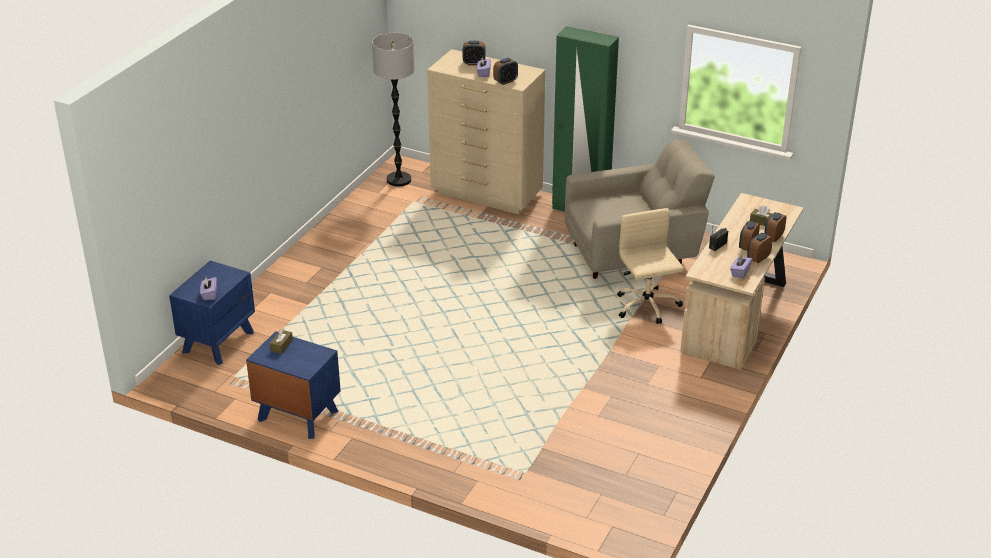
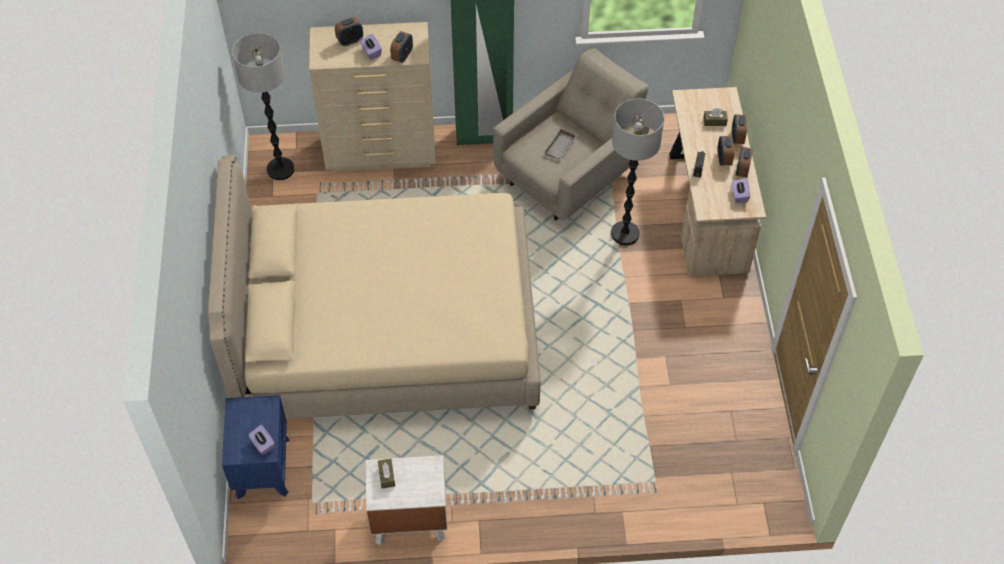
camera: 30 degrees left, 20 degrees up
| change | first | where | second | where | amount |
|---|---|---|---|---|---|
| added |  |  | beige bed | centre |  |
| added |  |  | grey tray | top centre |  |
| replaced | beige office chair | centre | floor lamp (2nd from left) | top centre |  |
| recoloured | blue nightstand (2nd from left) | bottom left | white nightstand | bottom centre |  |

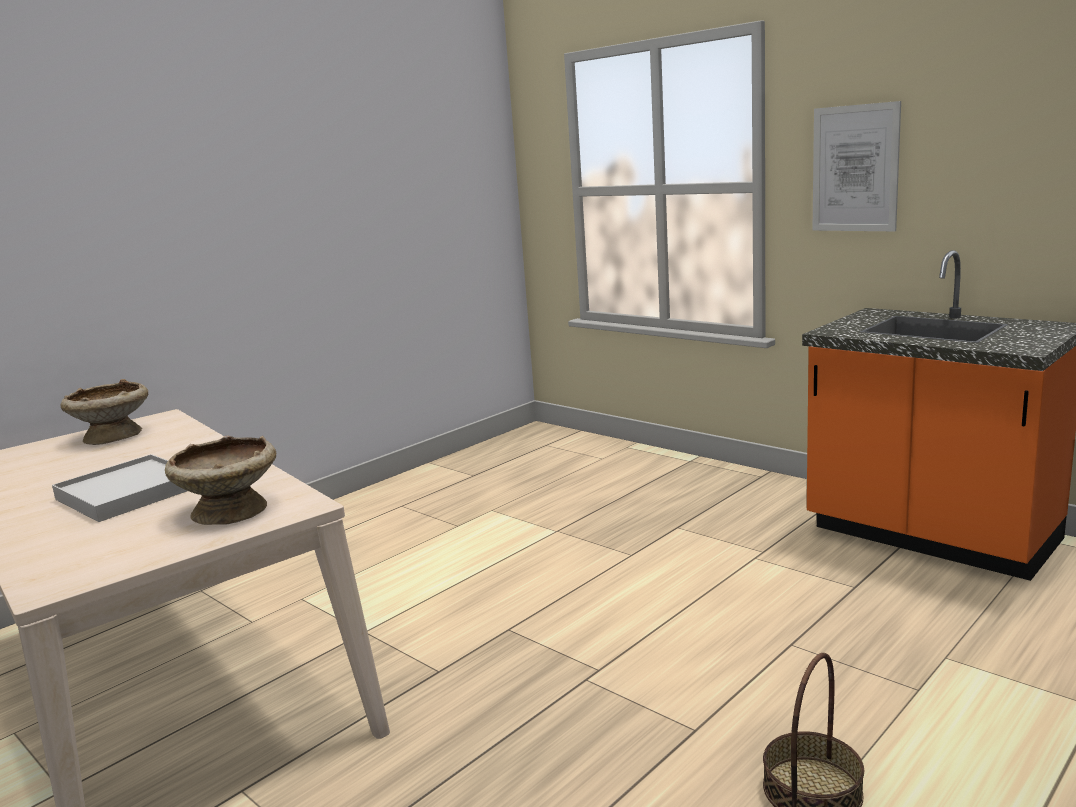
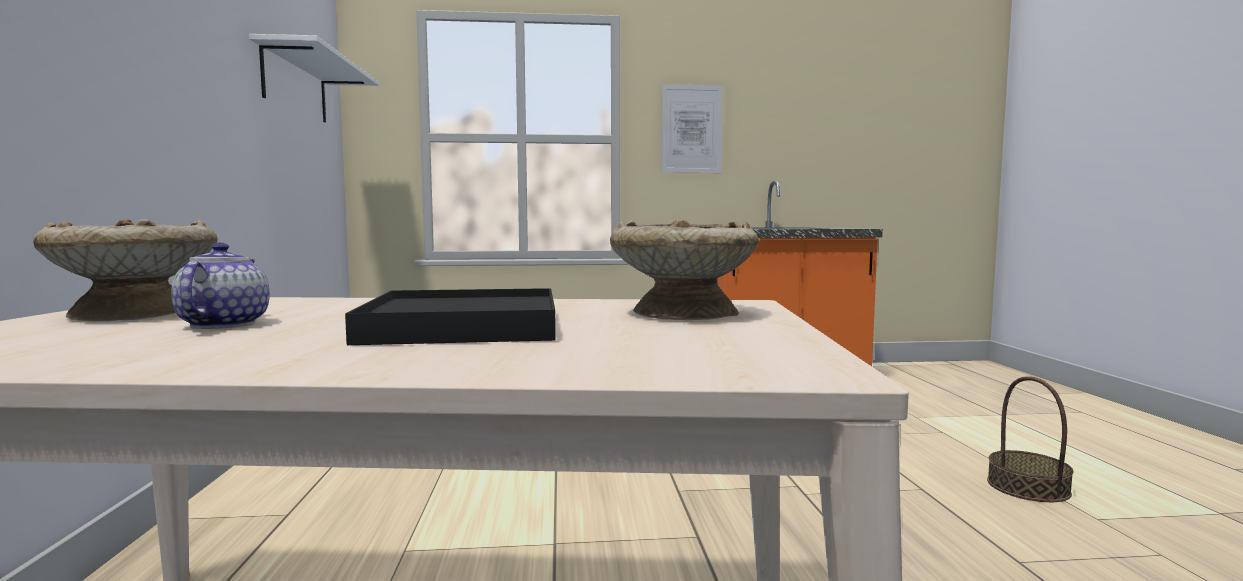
camera: 50 degrees left, 10 degrees down
| change | first | where | second | where | amount |
|---|---|---|---|---|---|
| added |  |  | teapot | middle left |  |
| added |  |  | white shelf | top left |  |
| recoloured | white tray | middle left | black tray | centre |  |

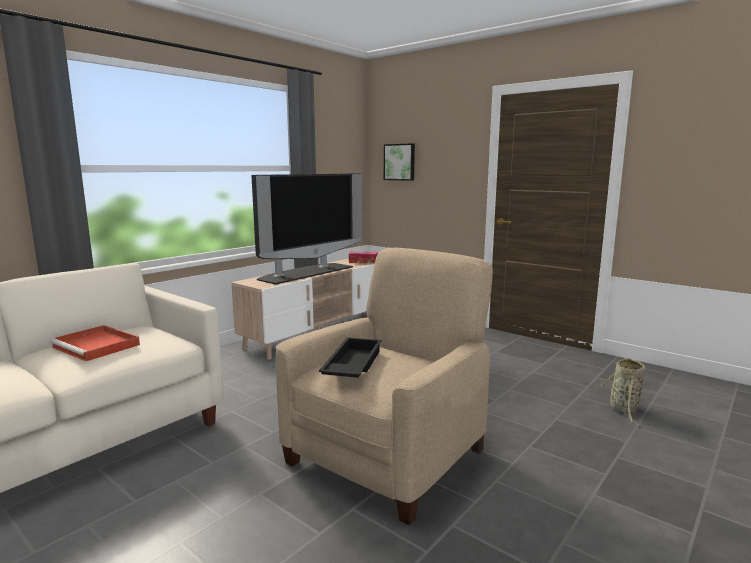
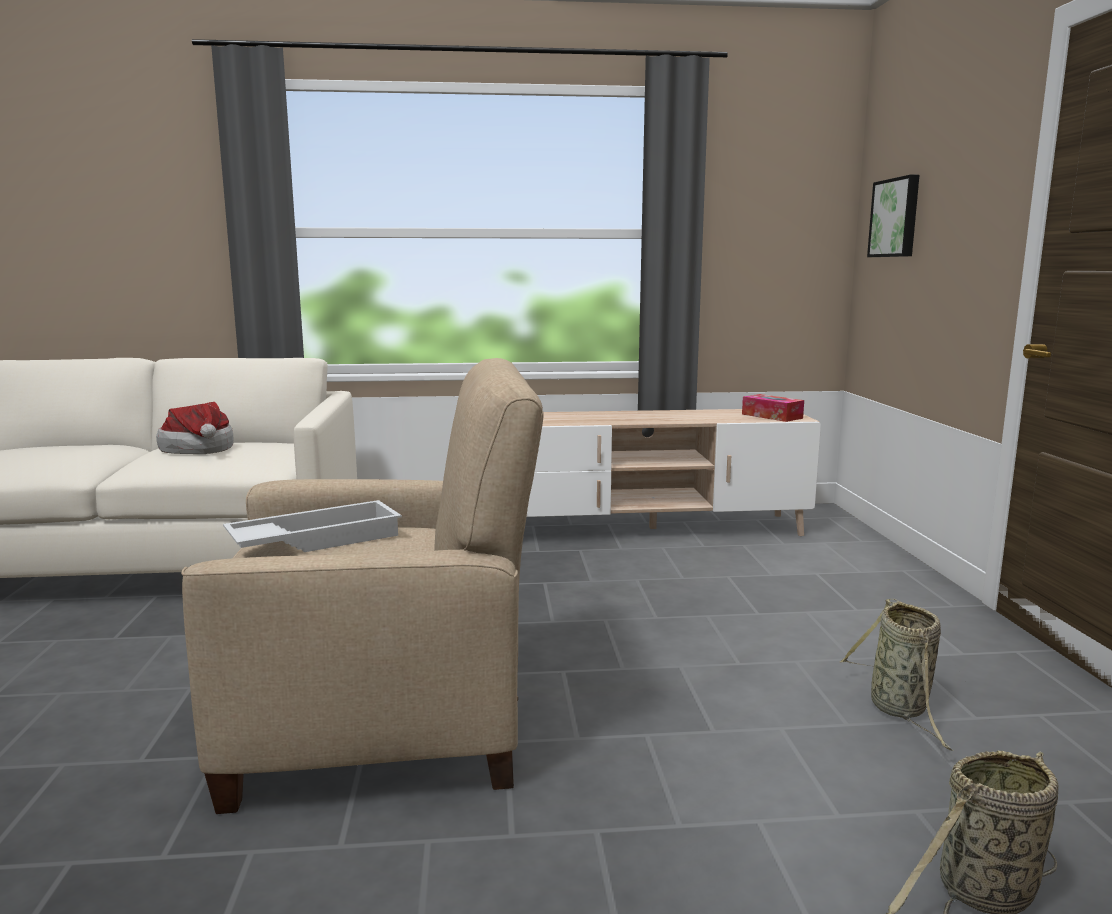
camera: 45 degrees right, 0 degrees up
| change | first | where | second | where | amount |
|---|---|---|---|---|---|
| removed | television | centre |  |  |  |
| added |  |  | basket (1st from left) | bottom right |  |
| replaced | red tray | middle left | hat | middle left |  |
| recoloured | black tray | centre | white tray | middle left |  |

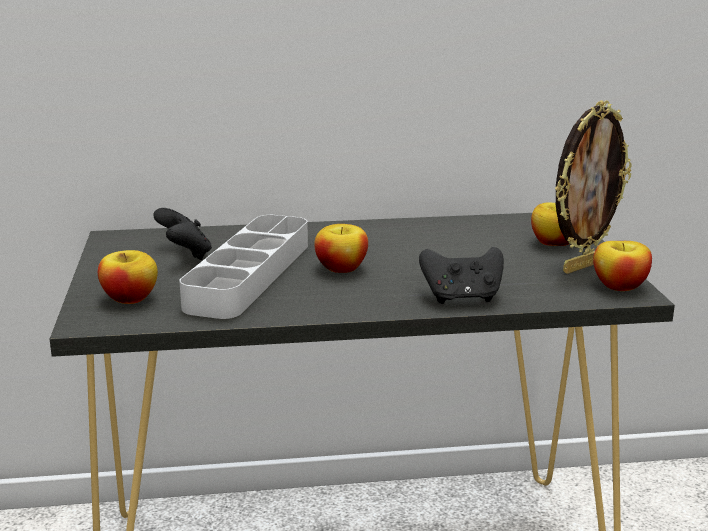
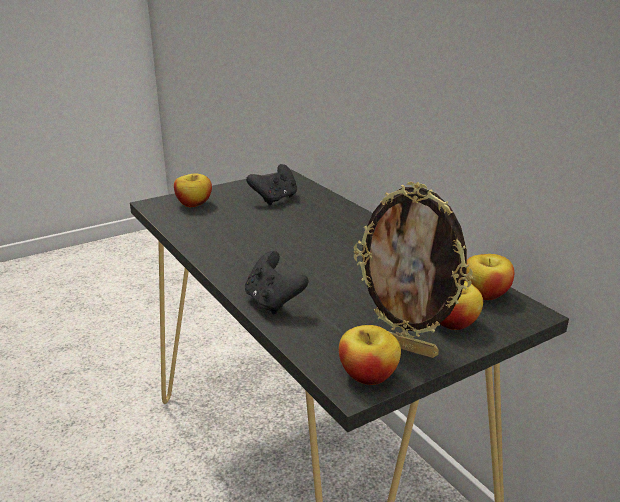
camera: 65 degrees right, 5 degrees up
| change | first | where | second | where | amount |
|---|---|---|---|---|---|
| removed | grey tray | centre |  |  |  |
| moved | apple (2nd from left in the first image) | centre | apple (4th from left) | middle right |  |

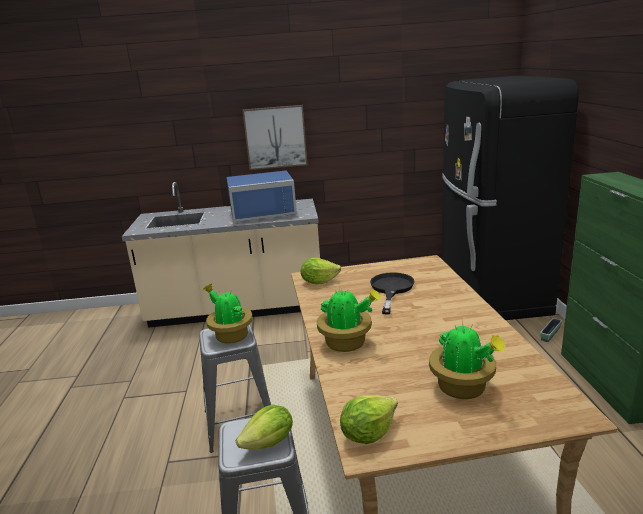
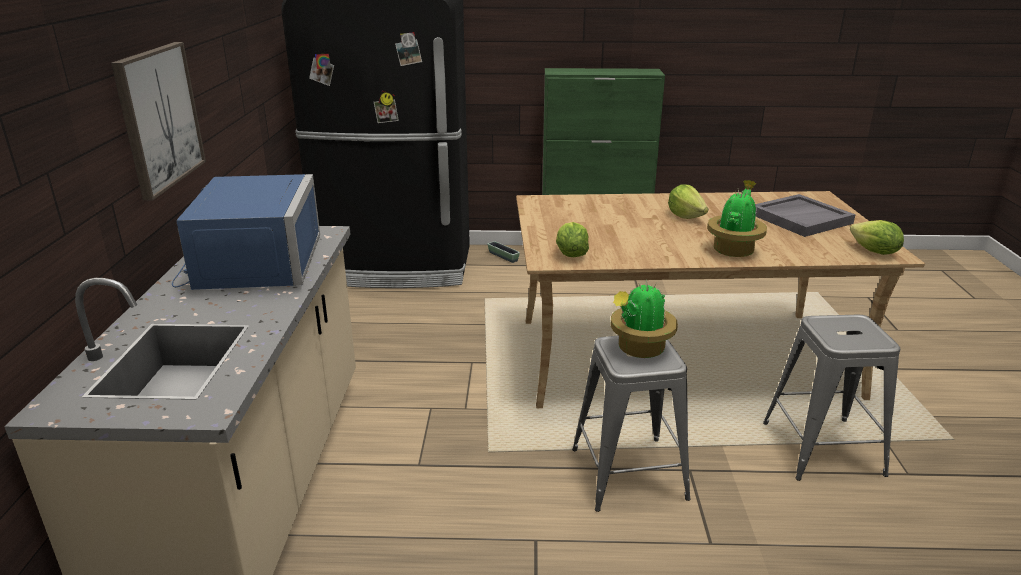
camera: 85 degrees left, 5 degrees up
| change | first | where | second | where | amount |
|---|---|---|---|---|---|
| removed | black frying pan | centre |  |  |  |
| moved | lettuce (1st from left in the first image) | bottom centre | lettuce (2nd from left) | middle right |  |
| replaced | potted plant (3rd from left) | bottom right | grey tray | middle right |  |

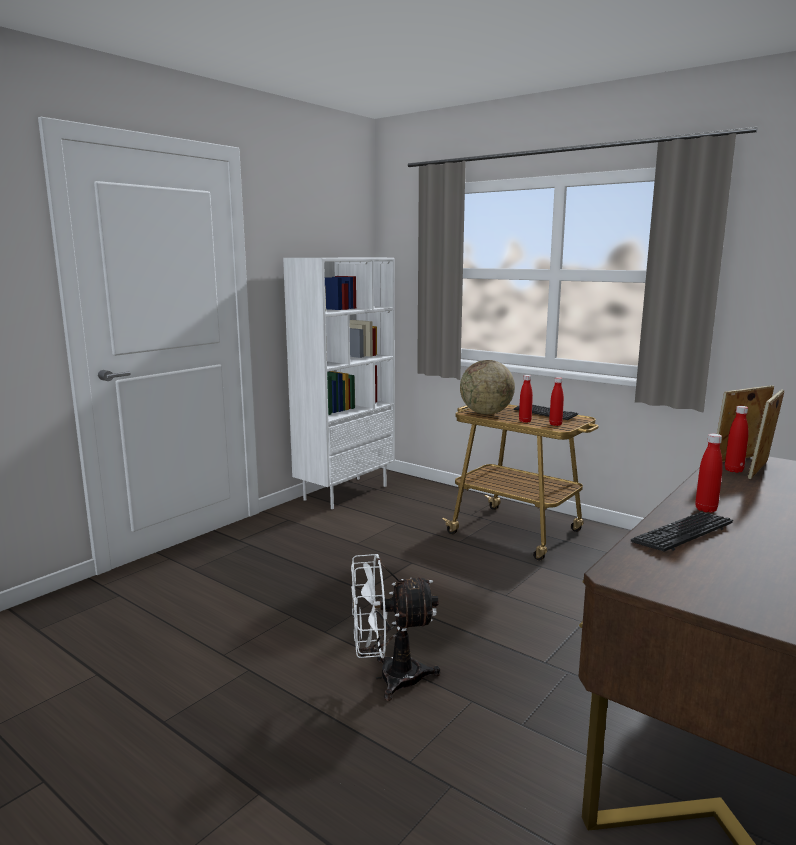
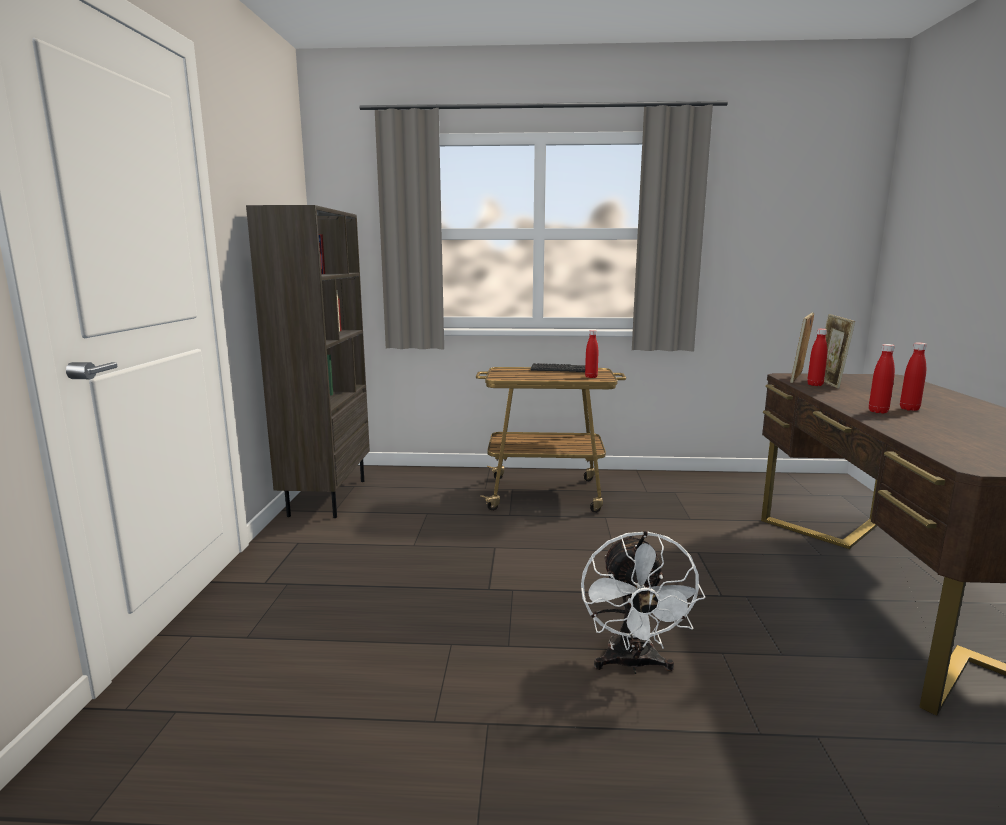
camera: 35 degrees left, 0 degrees up
| change | first | where | second | where | amount |
|---|---|---|---|---|---|
| removed | globe | centre |  |  |  |
| removed | keyboard (2nd from left) | middle right |  |  |  |
| moved | red bottle (1st from left in the first image) | centre | red bottle (4th from left) | middle right |  |
| recoloured | white bookcase | centre | brown bookcase | middle left |  |
| turned | white fan | bottom centre |  | bottom centre | 45 degrees counterclockwise |

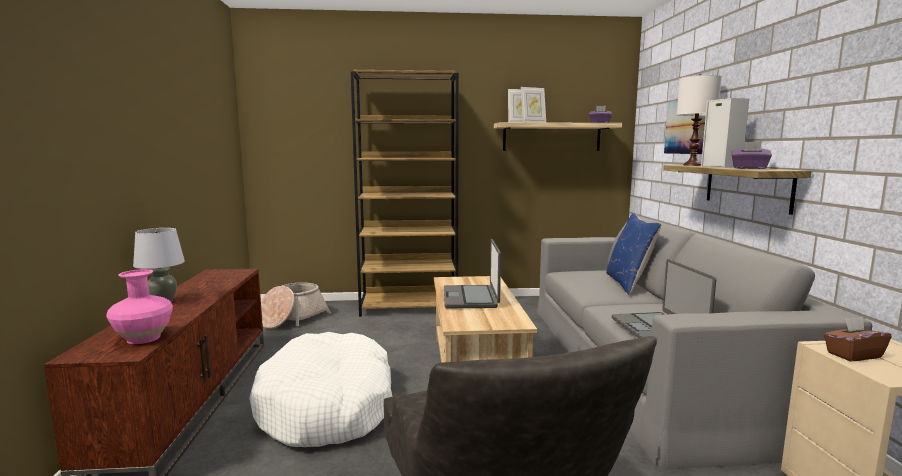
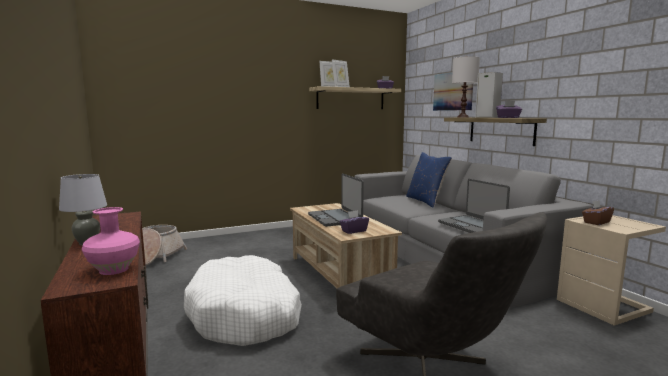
camera: 20 degrees left, 0 degrees up
| change | first | where | second | where | amount |
|---|---|---|---|---|---|
| removed | brown bookcase | centre |  |  |  |
| added |  |  | purple tissue box (1st from left) | centre |  |

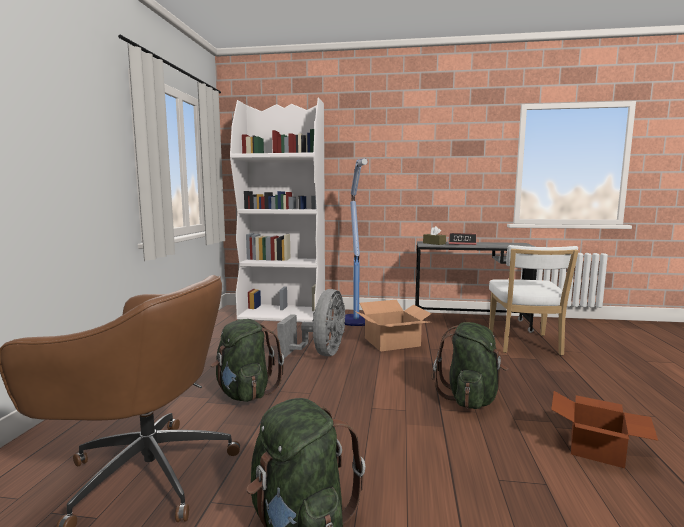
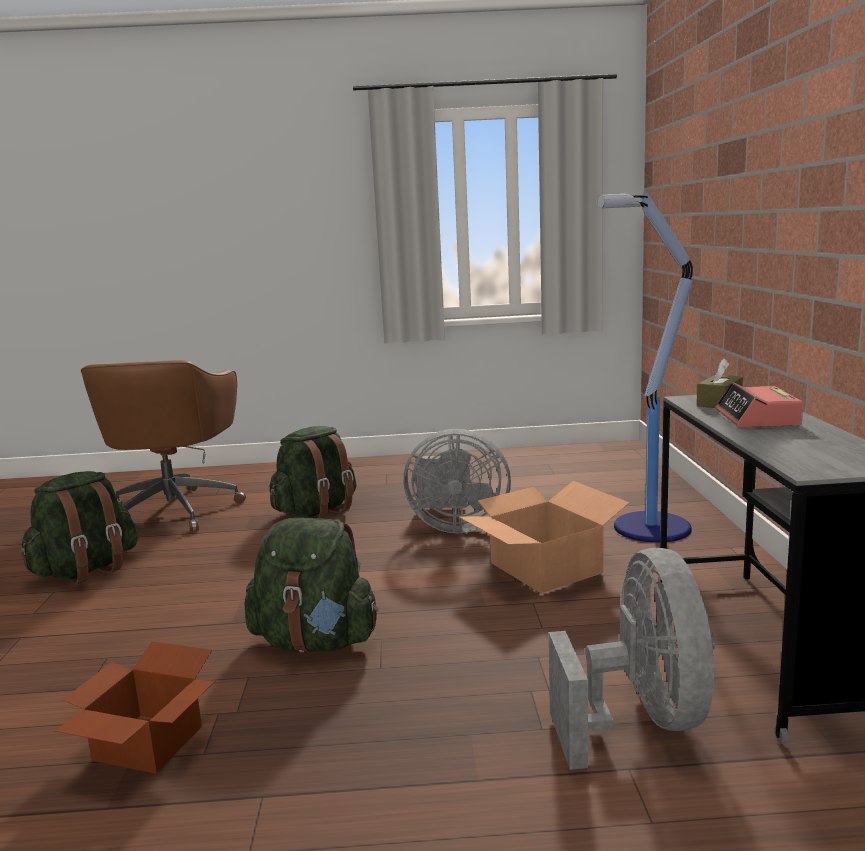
camera: 80 degrees right, 5 degrees up
| change | first | where | second | where | amount |
|---|---|---|---|---|---|
| removed | white bookcase | centre |  |  |  |
| replaced | white chair | middle right | grey fan (2nd from left) | bottom right |  |

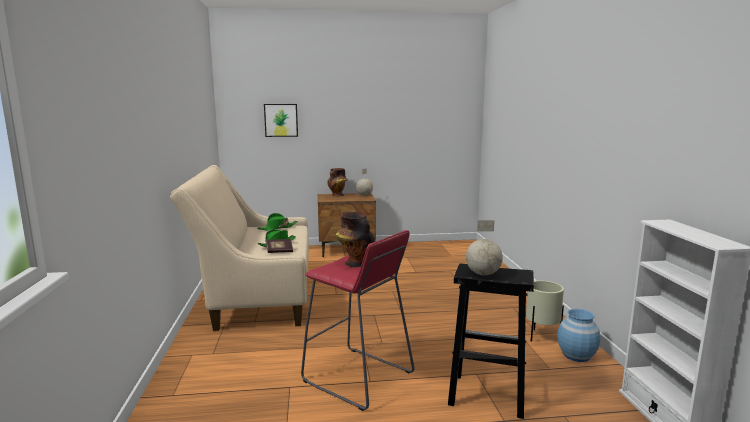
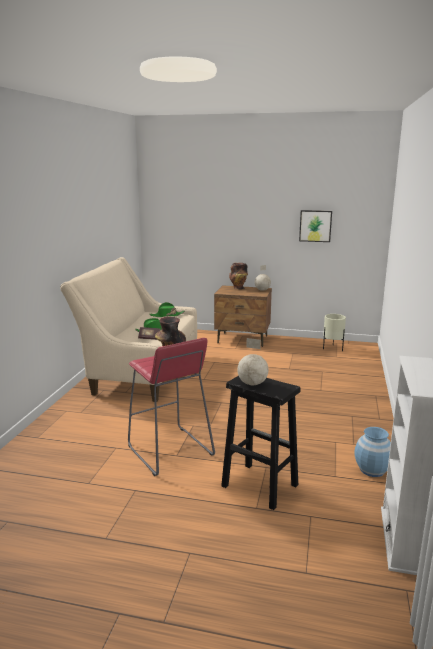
camera: 20 degrees right, 5 degrees up
| change | first | where | second | where | amount |
|---|---|---|---|---|---|
| moved | picture | top centre |  | middle right |  |
| moved | beige planter | bottom right |  | middle right |  |

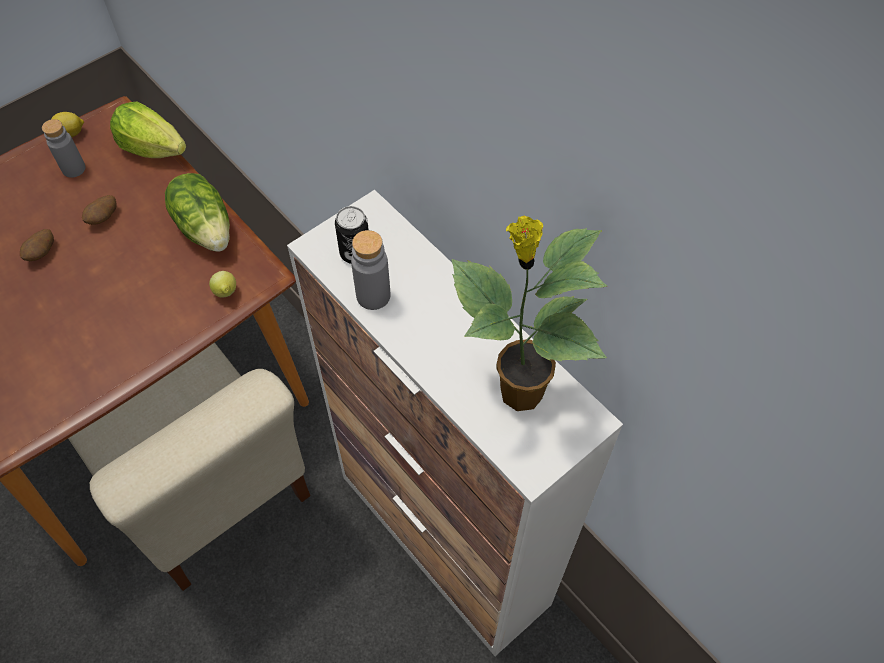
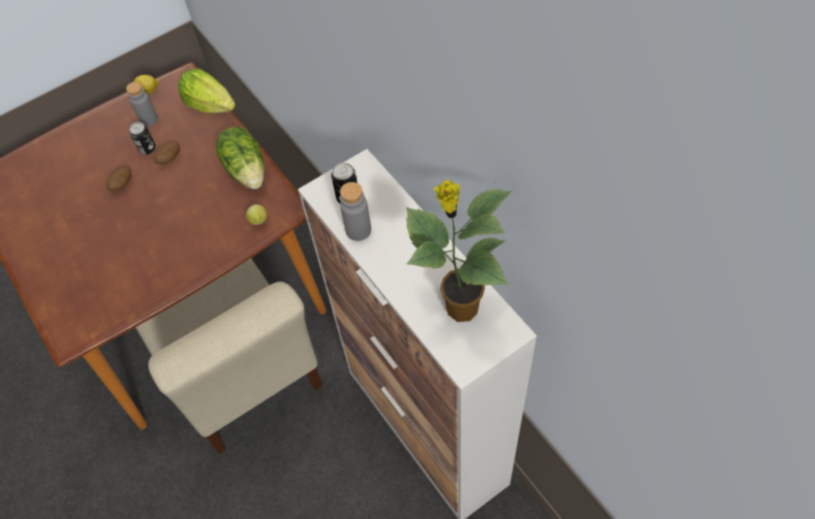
camera: 10 degrees right, 0 degrees up
| change | first | where | second | where | amount |
|---|---|---|---|---|---|
| added |  |  | can (1st from left) | top left |  |

